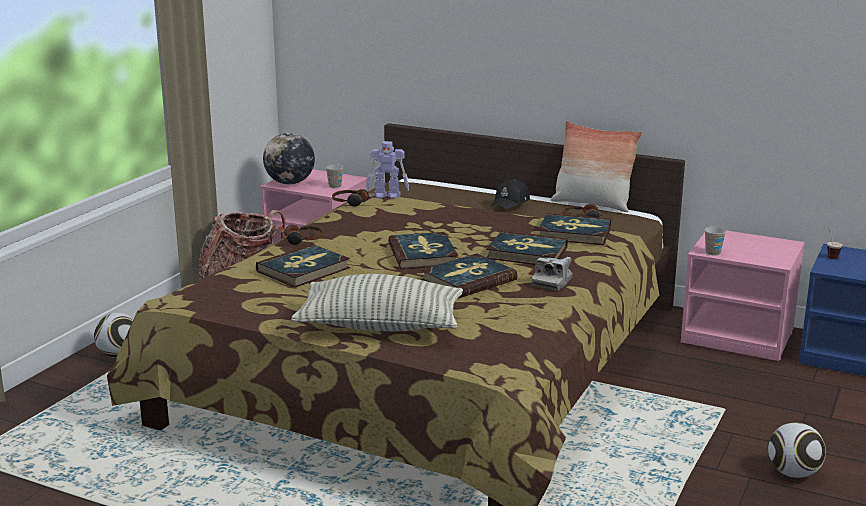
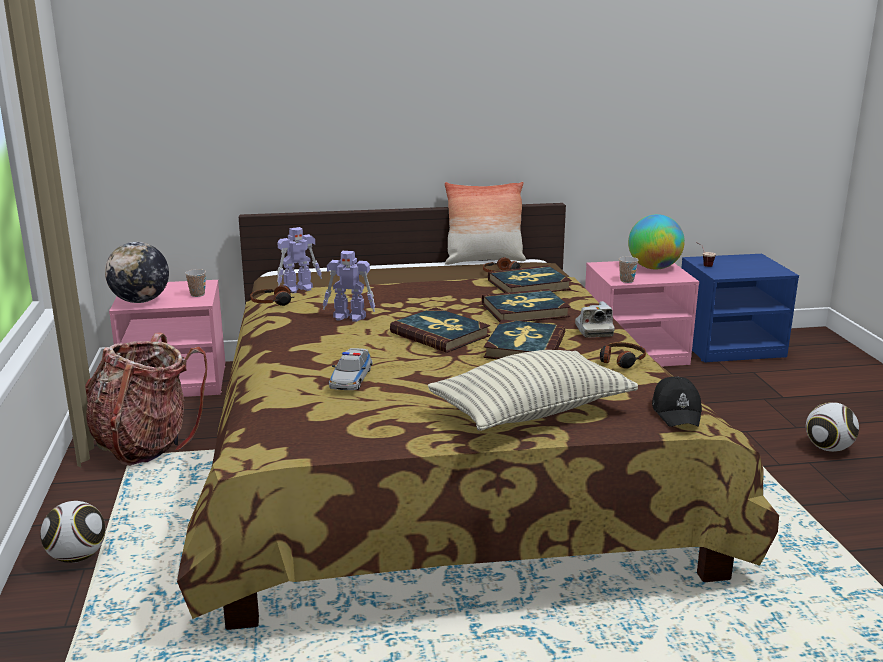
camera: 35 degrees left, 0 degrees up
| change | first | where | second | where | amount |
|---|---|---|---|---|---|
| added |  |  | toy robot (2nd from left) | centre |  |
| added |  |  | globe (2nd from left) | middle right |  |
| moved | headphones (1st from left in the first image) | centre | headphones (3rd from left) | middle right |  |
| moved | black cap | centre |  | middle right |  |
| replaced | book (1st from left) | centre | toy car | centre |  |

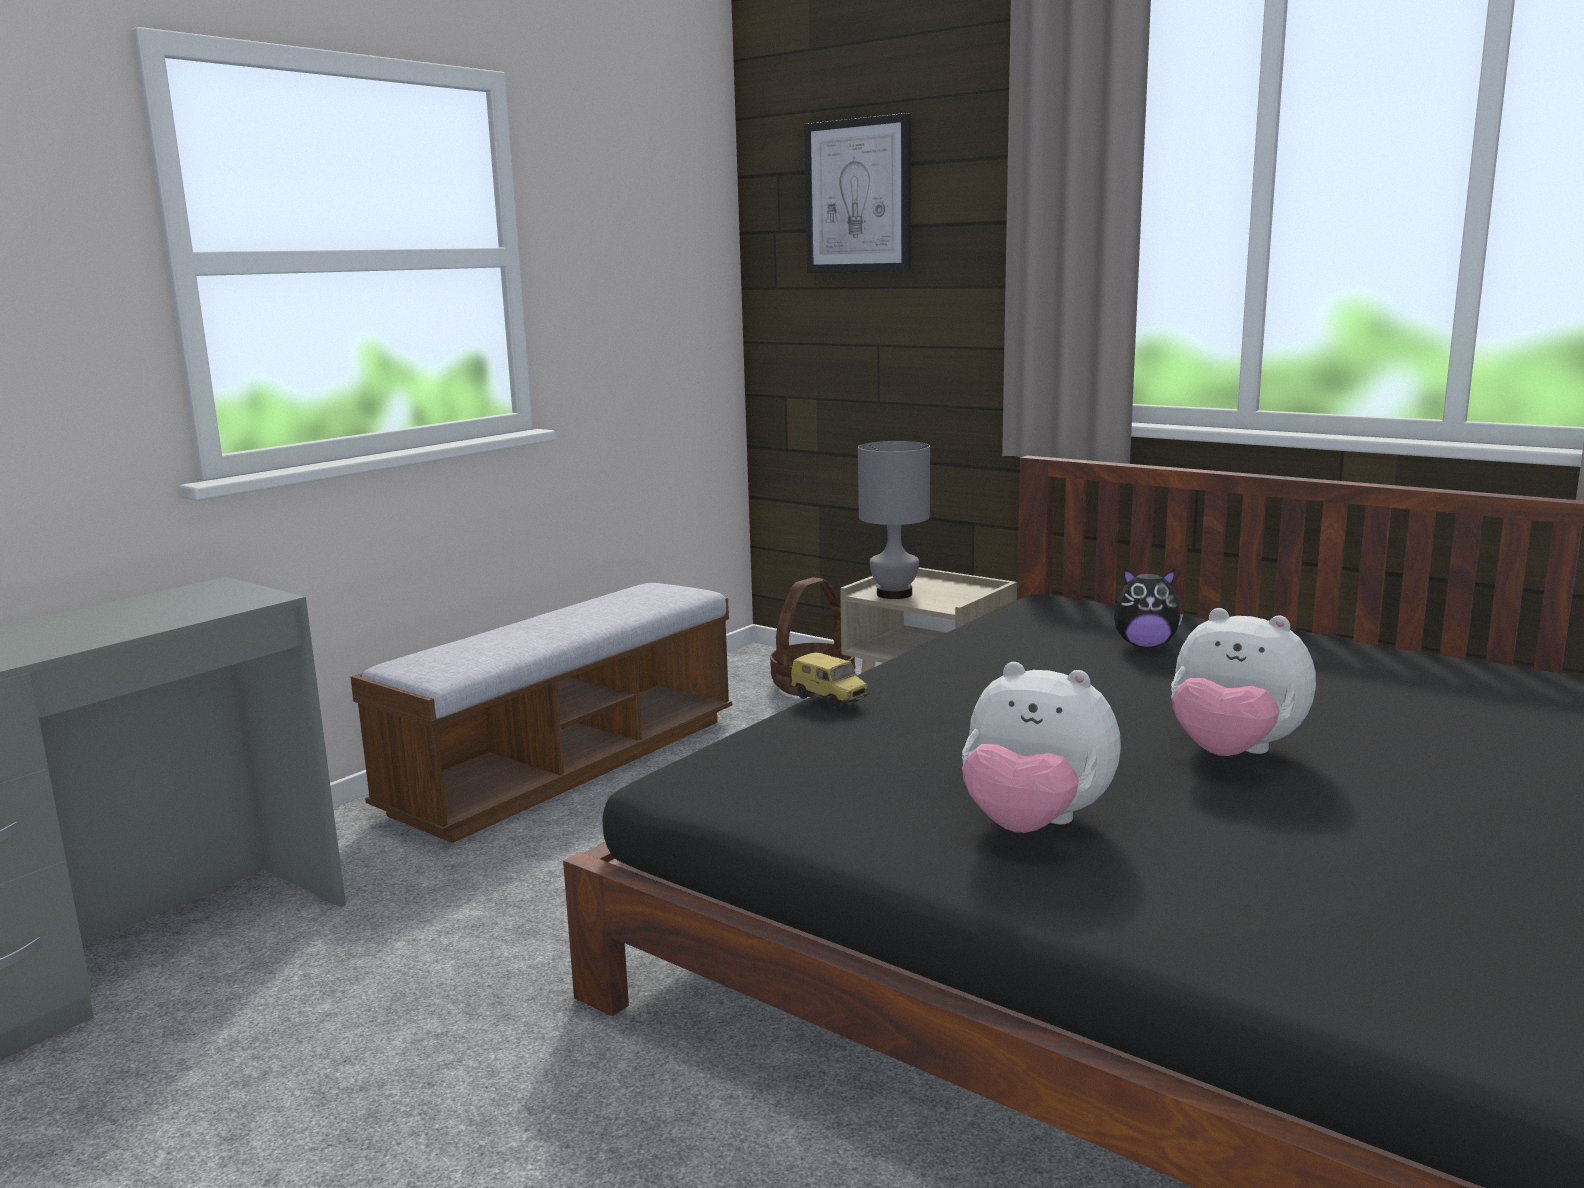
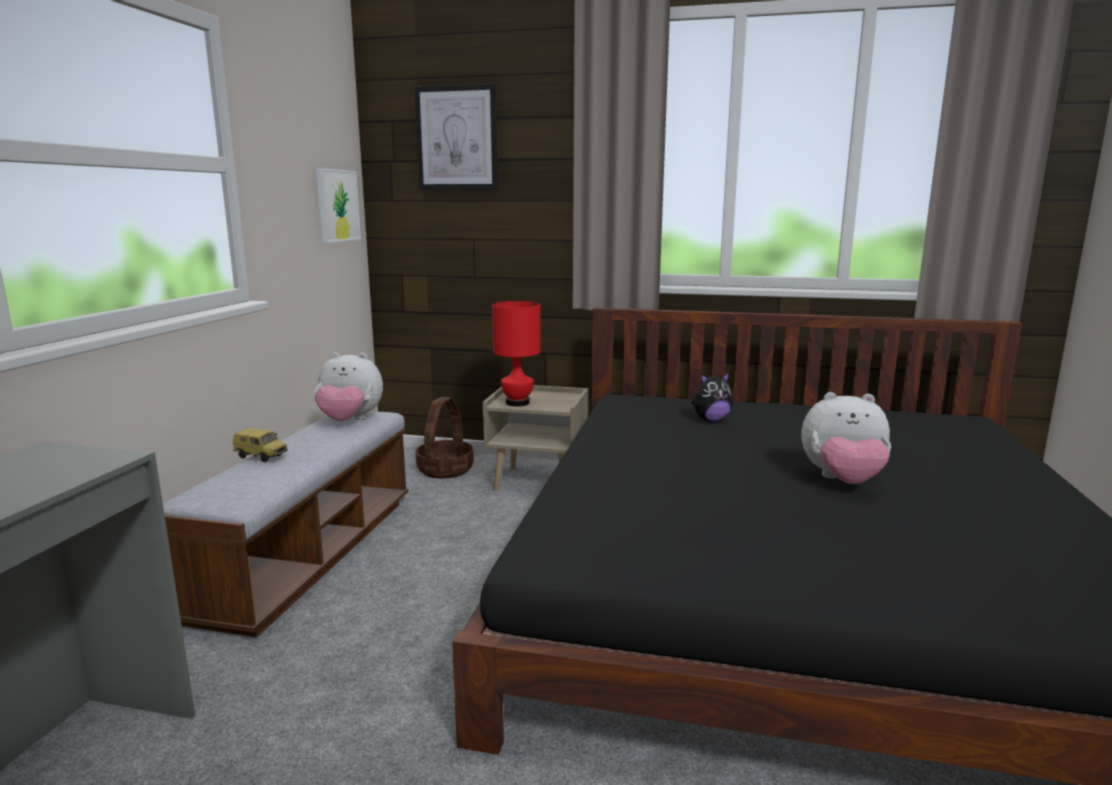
camera: 25 degrees left, 0 degrees up
| change | first | where | second | where | amount |
|---|---|---|---|---|---|
| added |  |  | picture (1st from left) | top left |  |
| moved | toy car | centre |  | middle left |  |
| moved | plush toy (1st from left) | centre |  | middle left |  |
| recoloured | grey table lamp | centre | red table lamp | centre |  |

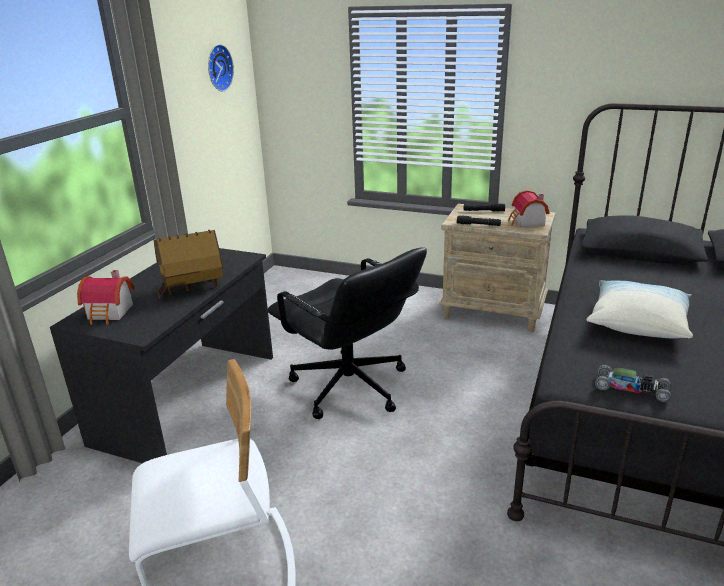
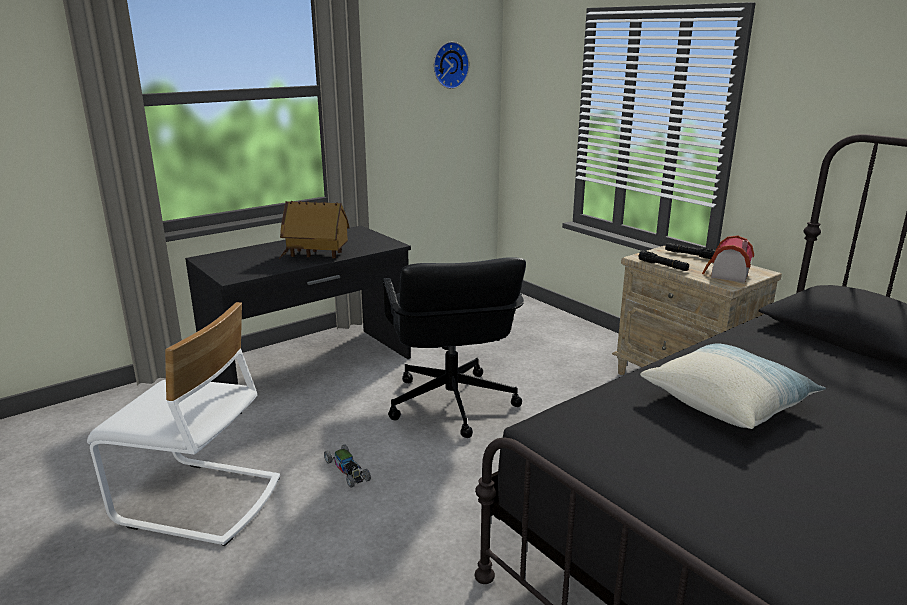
camera: 30 degrees right, 5 degrees down
| change | first | where | second | where | amount |
|---|---|---|---|---|---|
| removed | toy house (1st from left) | middle left |  |  |  |
| moved | toy car | middle right |  | bottom centre |  |

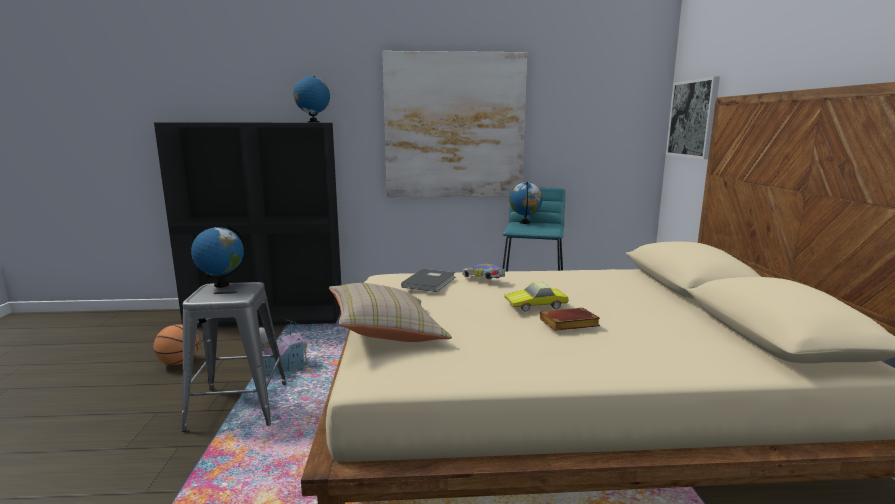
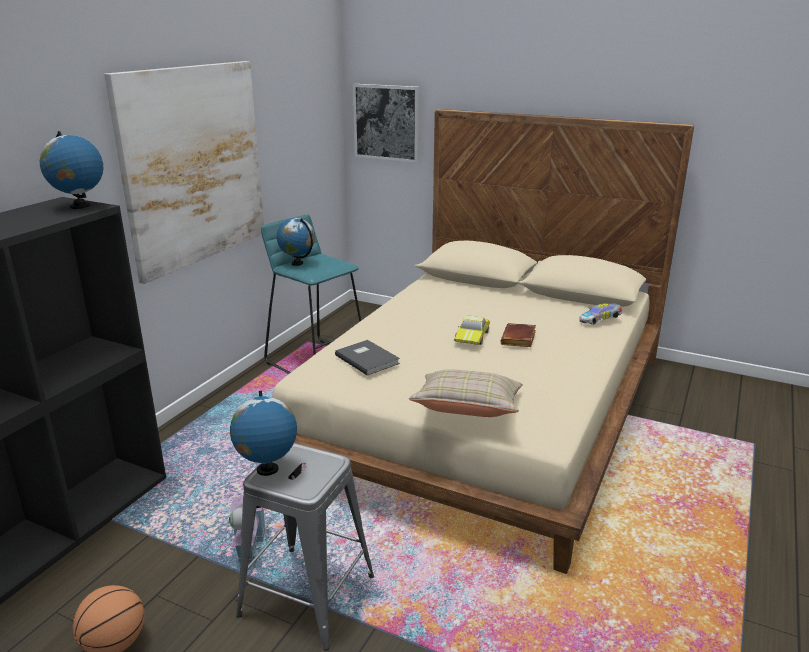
camera: 60 degrees left, 10 degrees up
| change | first | where | second | where | amount |
|---|---|---|---|---|---|
| moved | toy car (1st from left in the first image) | centre | toy car (2nd from left) | middle right |  |

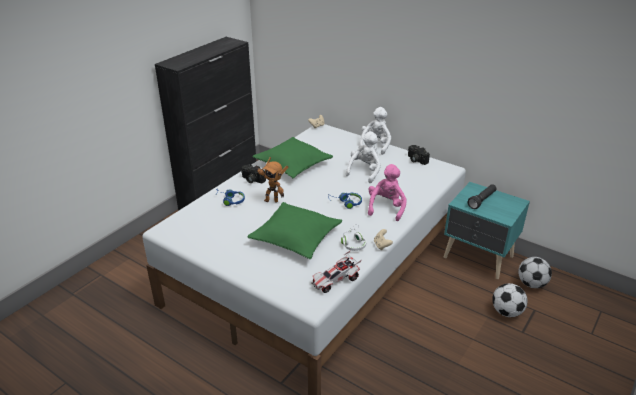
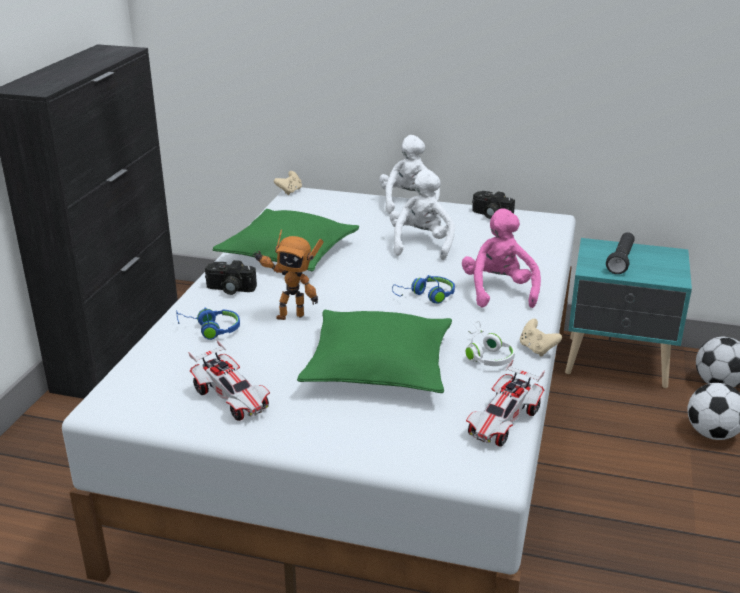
camera: 20 degrees left, 5 degrees down
| change | first | where | second | where | amount |
|---|---|---|---|---|---|
| added |  |  | toy car (1st from left) | middle left |  |

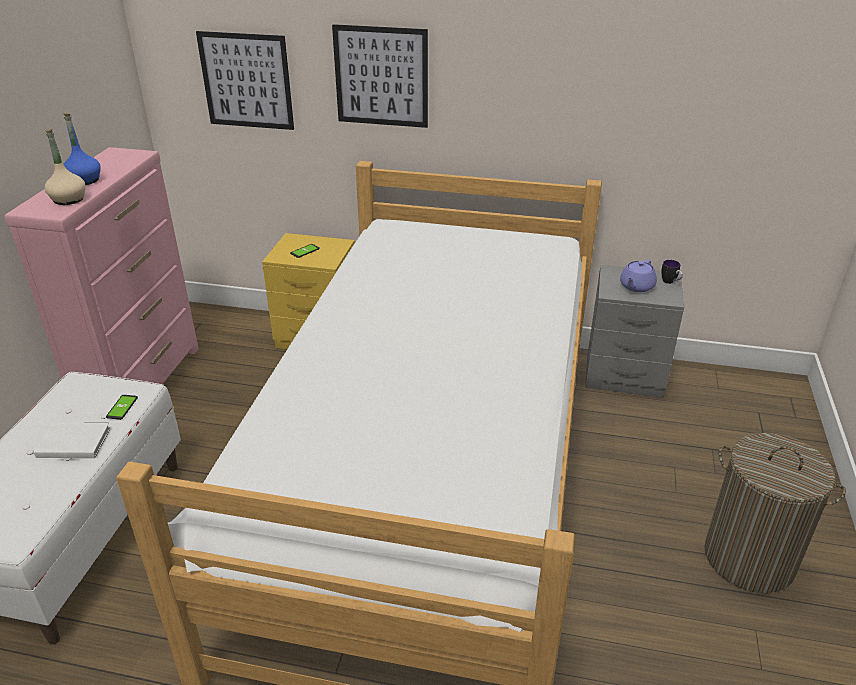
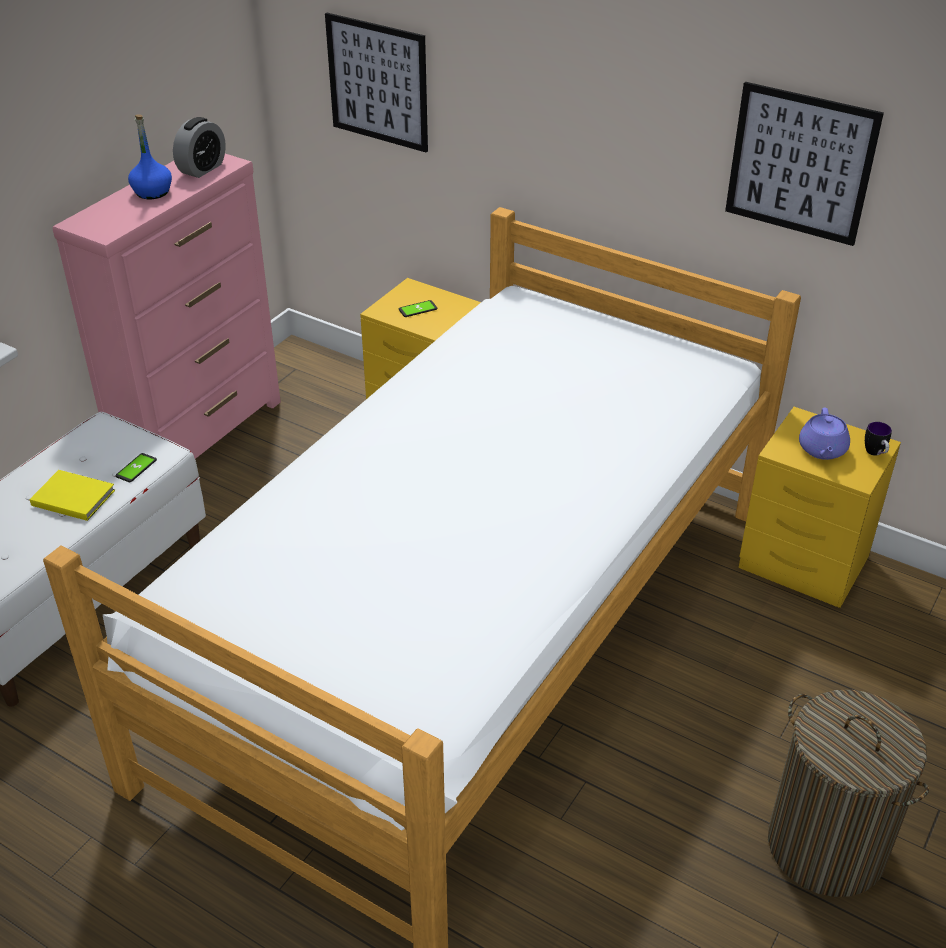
camera: 20 degrees right, 5 degrees up
| change | first | where | second | where | amount |
|---|---|---|---|---|---|
| removed | beige bottle | top left |  |  |  |
| added |  |  | alarm clock | top left |  |
| moved | picture (2nd from left) | top centre |  | top right |  |
| recoloured | white book | middle left | yellow book | middle left |  |
| recoloured | grey nightstand | middle right | yellow nightstand (2nd from left) | middle right |  |
| turned | purple teapot | middle right |  | middle right | 45 degrees counterclockwise |

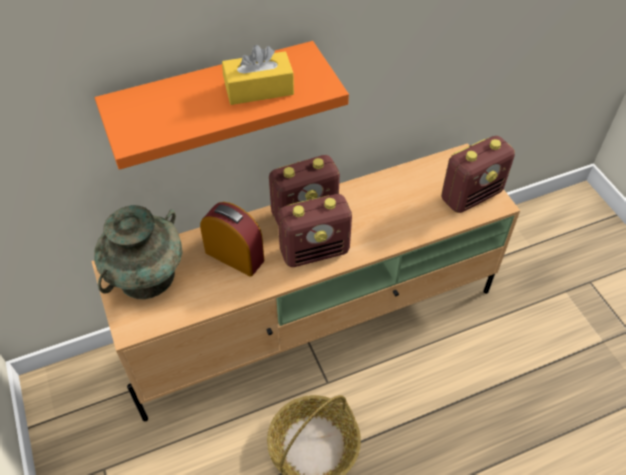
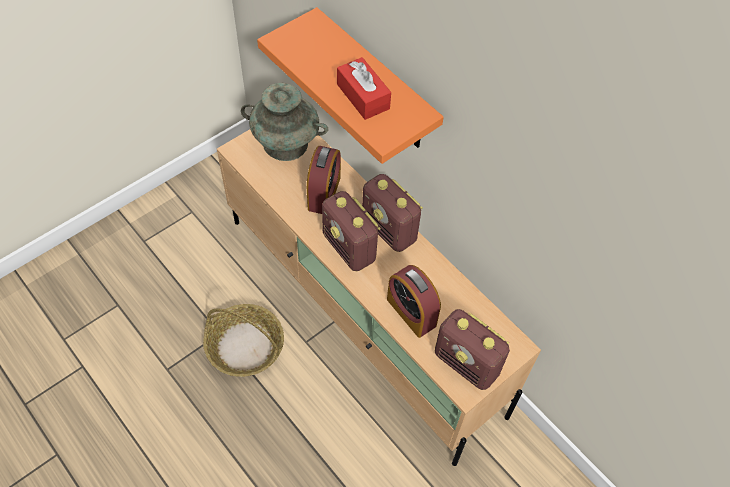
camera: 70 degrees right, 5 degrees up
| change | first | where | second | where | amount |
|---|---|---|---|---|---|
| added |  |  | alarm clock (2nd from left) | centre |  |
| recoloured | yellow tissue box | top centre | red tissue box | top centre |  |

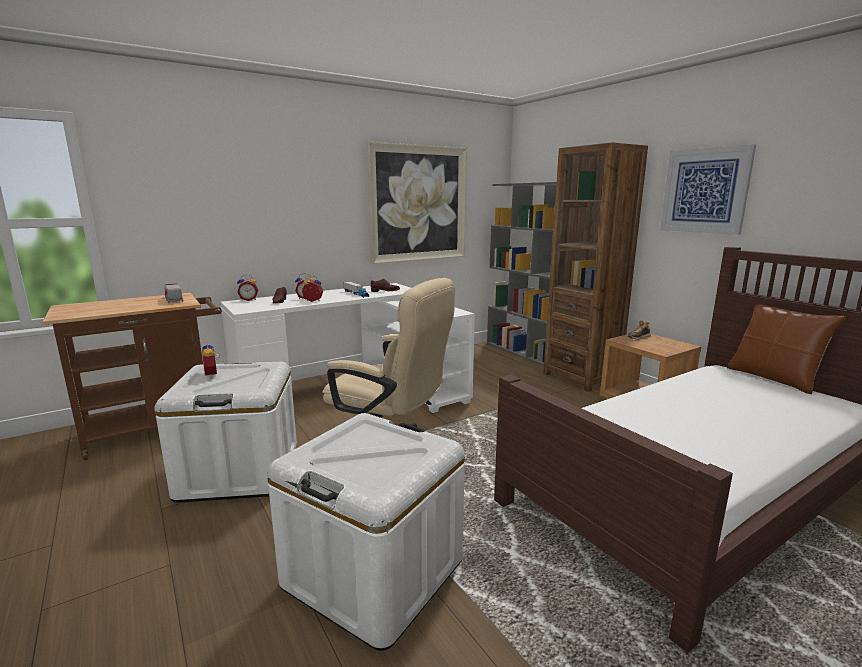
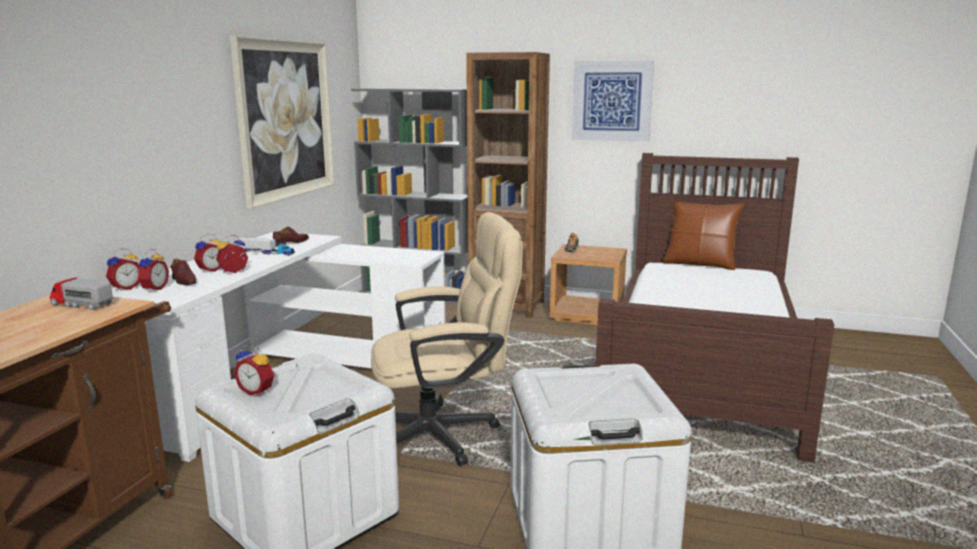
camera: 40 degrees left, 0 degrees up
| change | first | where | second | where | amount |
|---|---|---|---|---|---|
| added |  |  | alarm clock (2nd from left) | middle left |  |

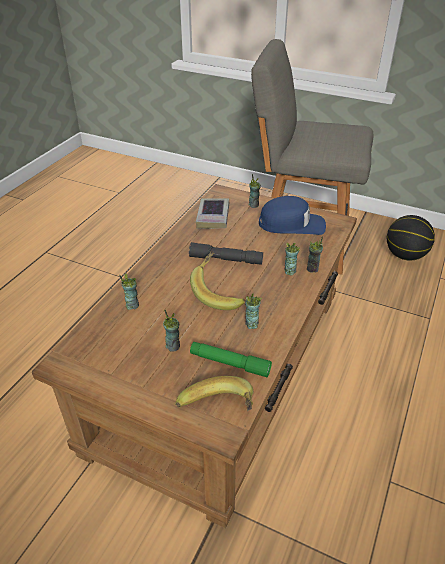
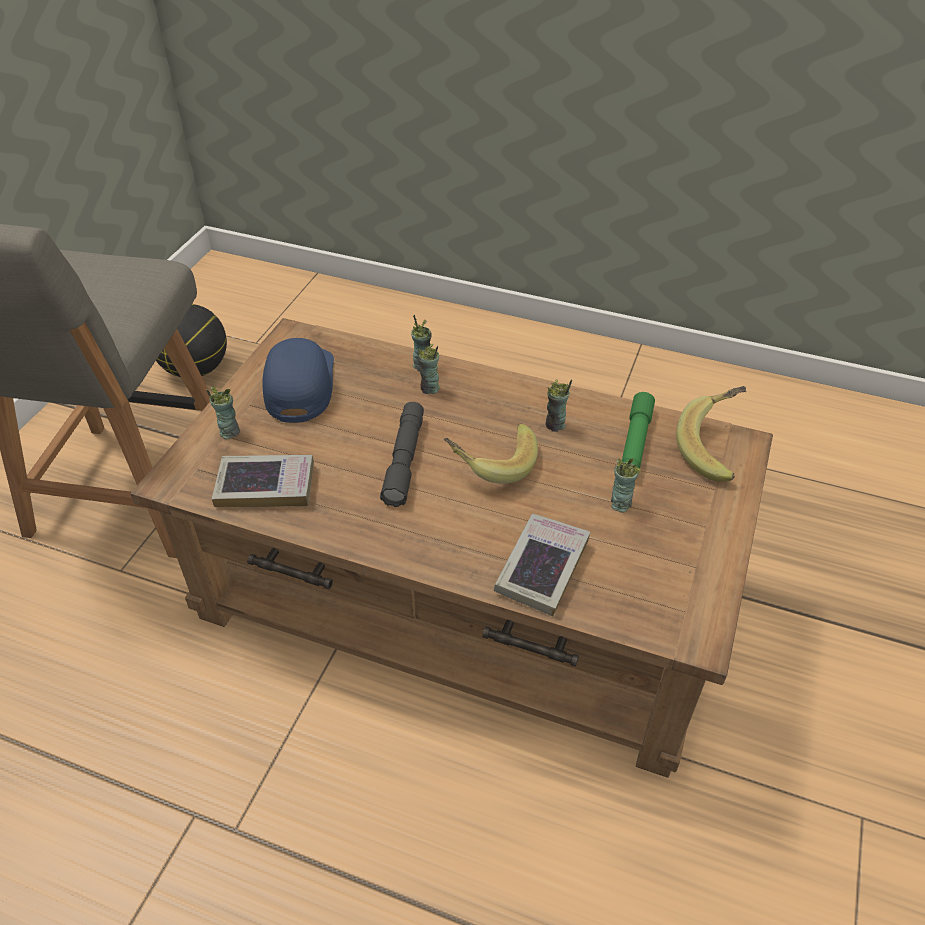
camera: 95 degrees left, 5 degrees up
| change | first | where | second | where | amount |
|---|---|---|---|---|---|
| replaced | cup (1st from left) | middle left | book (2nd from left) | centre |  |

